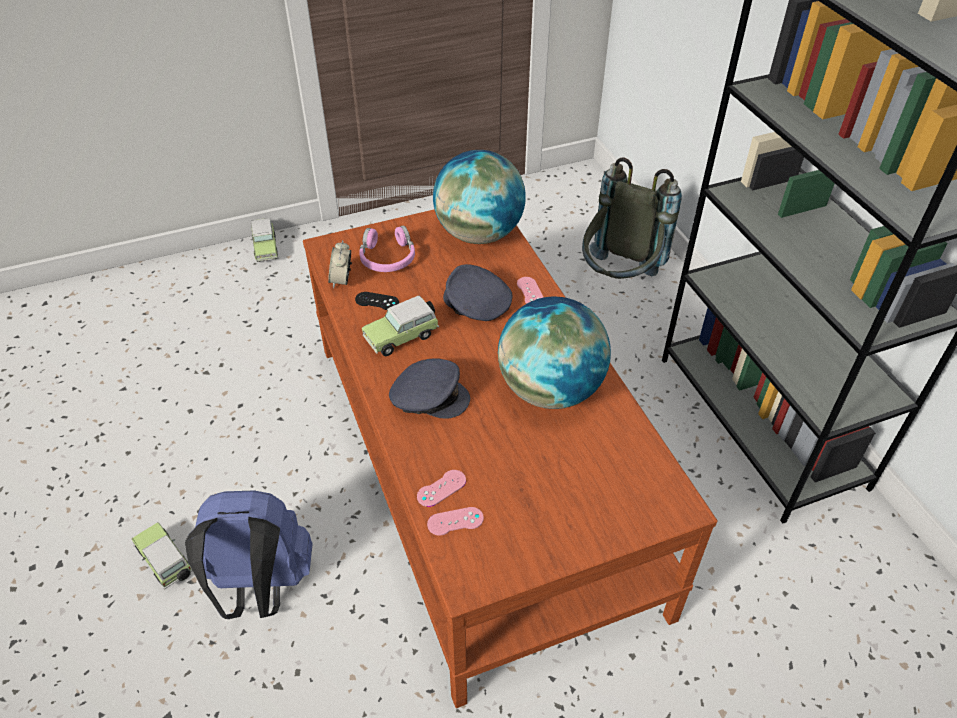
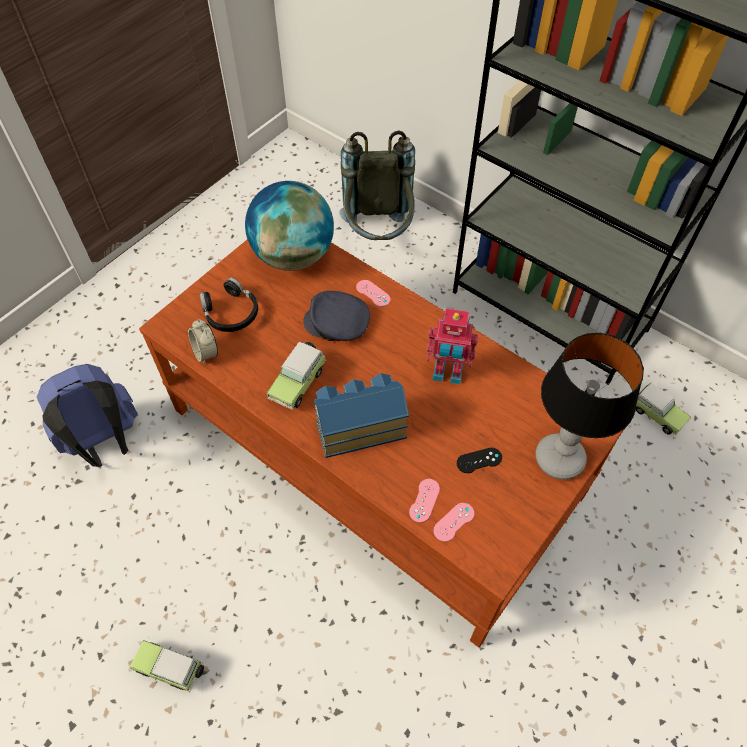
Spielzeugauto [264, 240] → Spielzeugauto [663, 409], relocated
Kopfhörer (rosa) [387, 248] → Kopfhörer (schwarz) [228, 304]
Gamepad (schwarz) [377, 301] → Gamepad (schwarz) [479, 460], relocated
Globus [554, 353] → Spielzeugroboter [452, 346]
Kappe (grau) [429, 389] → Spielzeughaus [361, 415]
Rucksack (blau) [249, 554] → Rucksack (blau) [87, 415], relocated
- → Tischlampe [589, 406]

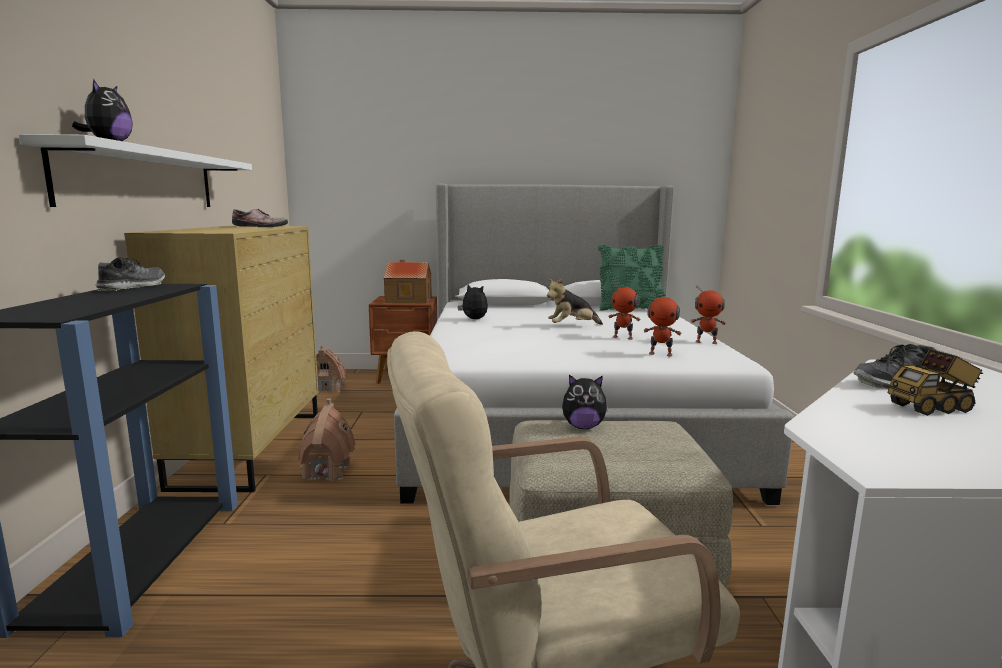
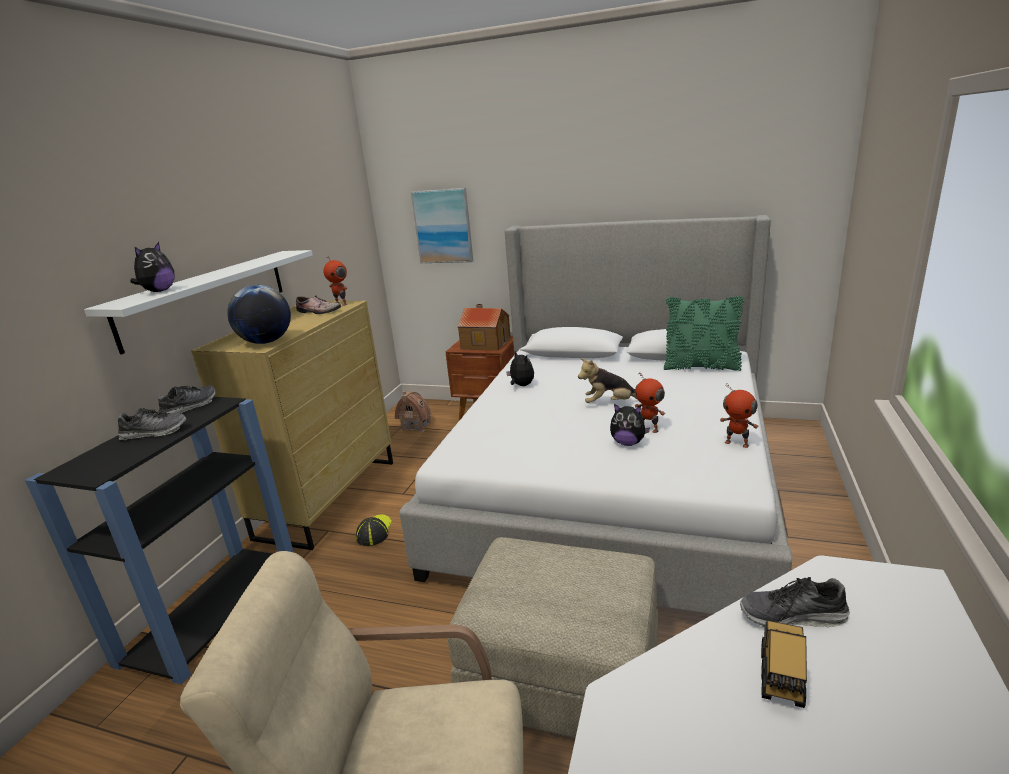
Spielzeugroboter [663, 323] → Spielzeugroboter [335, 281], relocated
Spielzeuglaster [935, 382] → Spielzeuglaster [784, 664], 105 degrees clockwise
Plüschtier [585, 402] → Plüschtier [630, 425], relocated
Spielzeughaus [326, 439] → Kappe [374, 530]
- → Bild [442, 225]
- → Globus [259, 314]
- → Schuh [152, 424]

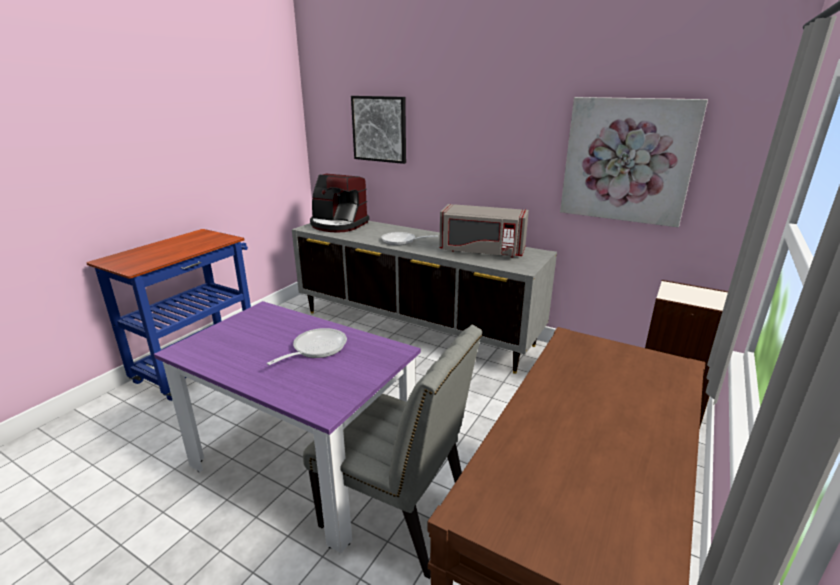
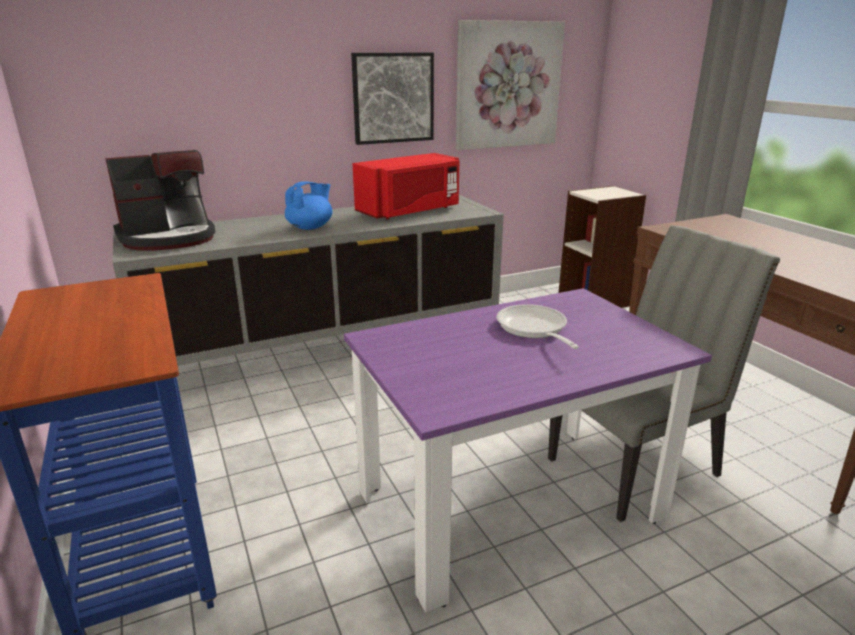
Bild [378, 130] → Bild [392, 98], relocated
Mikrowelle (grau) [484, 230] → Mikrowelle (rot) [406, 186]
Pfanne [409, 238] → Teekanne (blau) [309, 205]

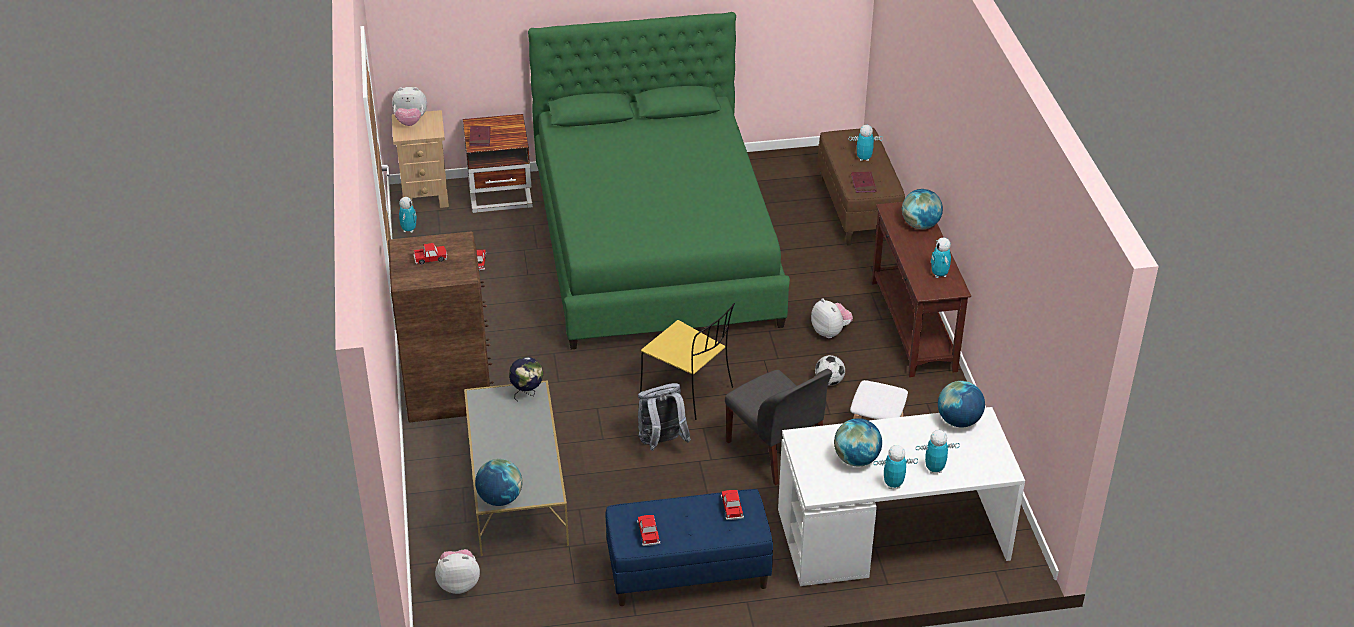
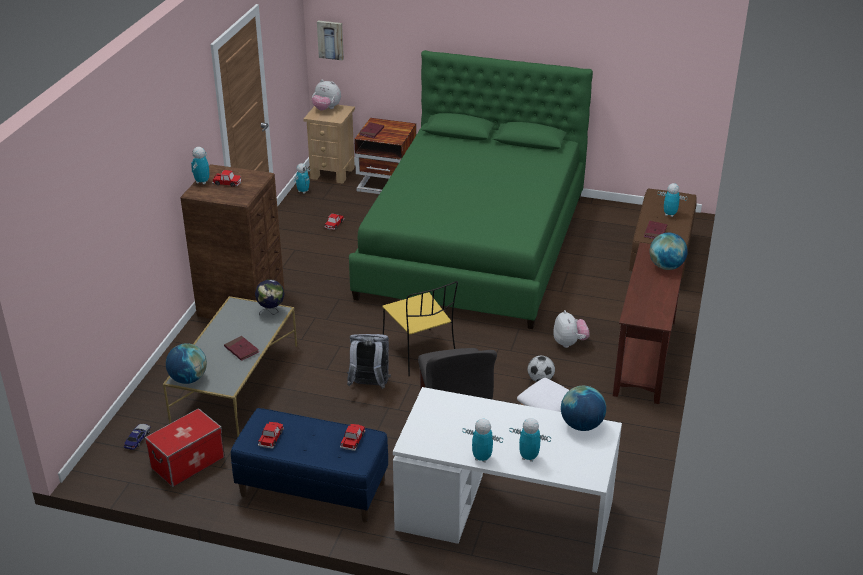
Spielzeugroboter [941, 257] → Spielzeugroboter [200, 165], relocated
Globus [858, 442] → -
Plüschtier [457, 571] → Spielzeugauto [137, 437]
- → Bild [330, 41]
- → Buch (rot) [241, 348]
- → Aufbewahrungsbox [185, 447]

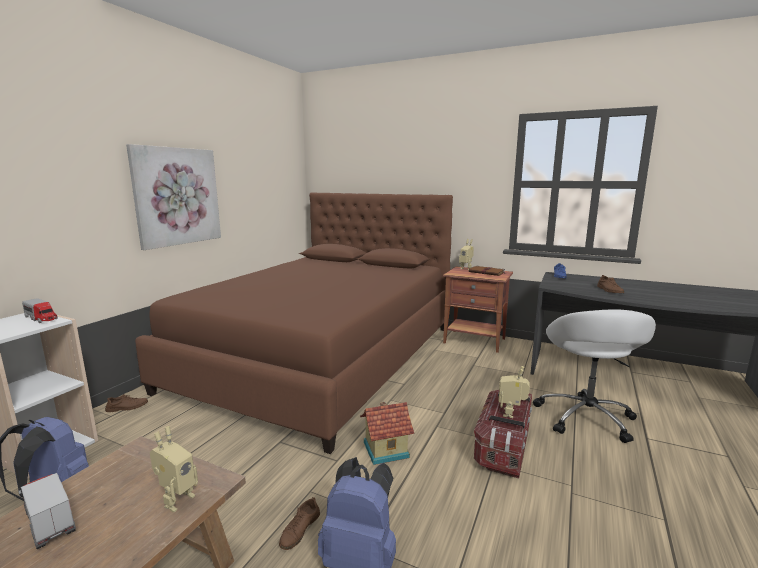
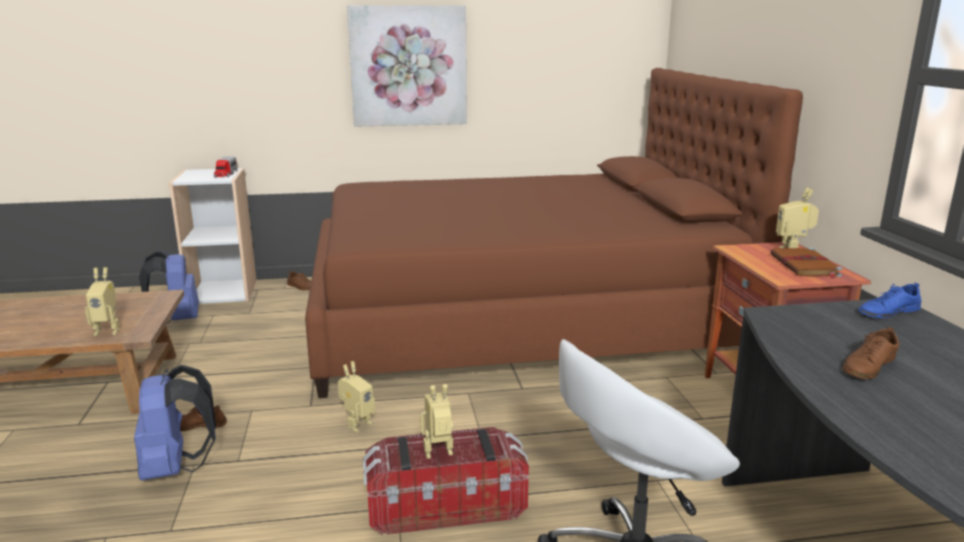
Spielzeughaus [387, 433] → Spielzeugroboter [356, 397]
Spielzeuglaster [47, 511] → -

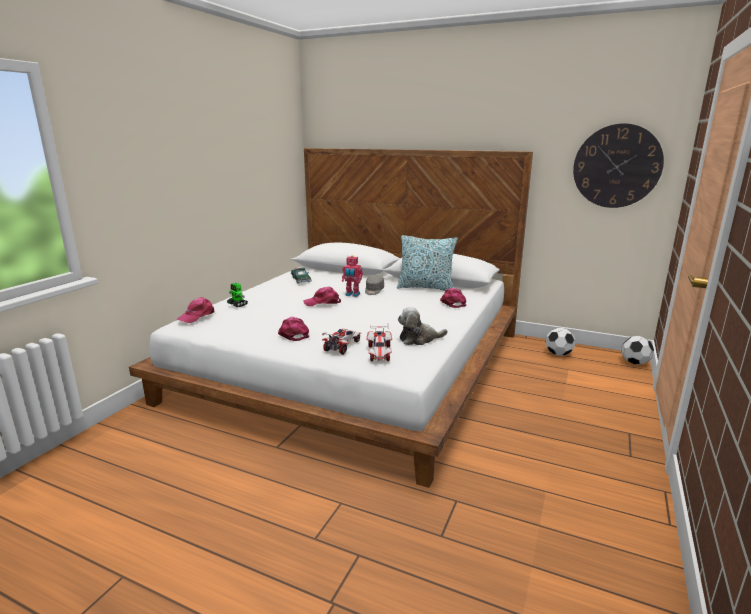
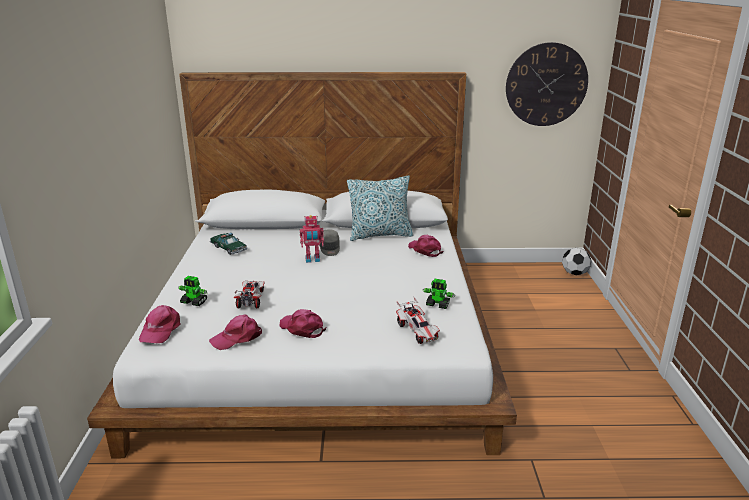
Kappe (rosa) [322, 296] → Kappe (rosa) [235, 332], relocated
Plüschtier [423, 326] → Spielzeugroboter [439, 294]
Fußball [561, 342] → -
Spielzeugauto [341, 342] → Spielzeugauto [249, 294], relocated

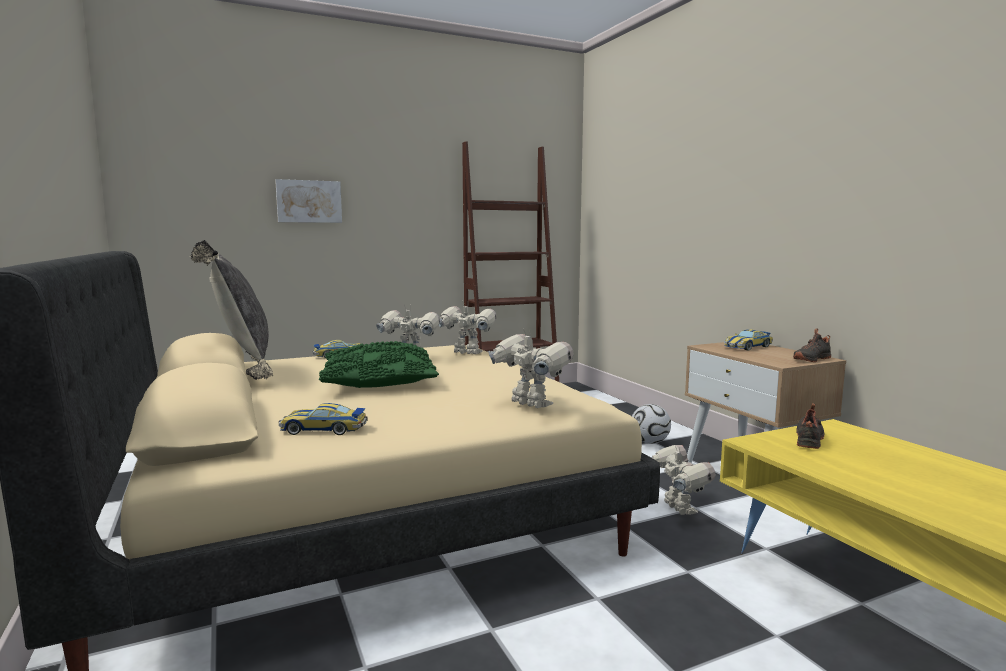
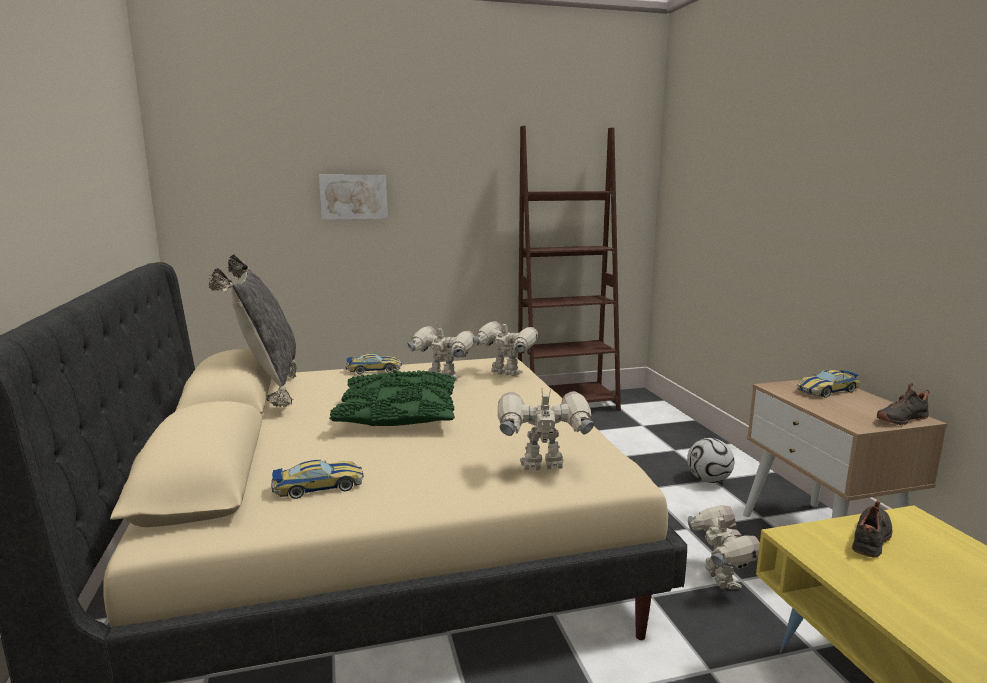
Spielzeugroboter [531, 368] → Spielzeugroboter [546, 428], 60 degrees counterclockwise
Spielzeugauto [323, 419] → Spielzeugauto [317, 479], 150 degrees clockwise

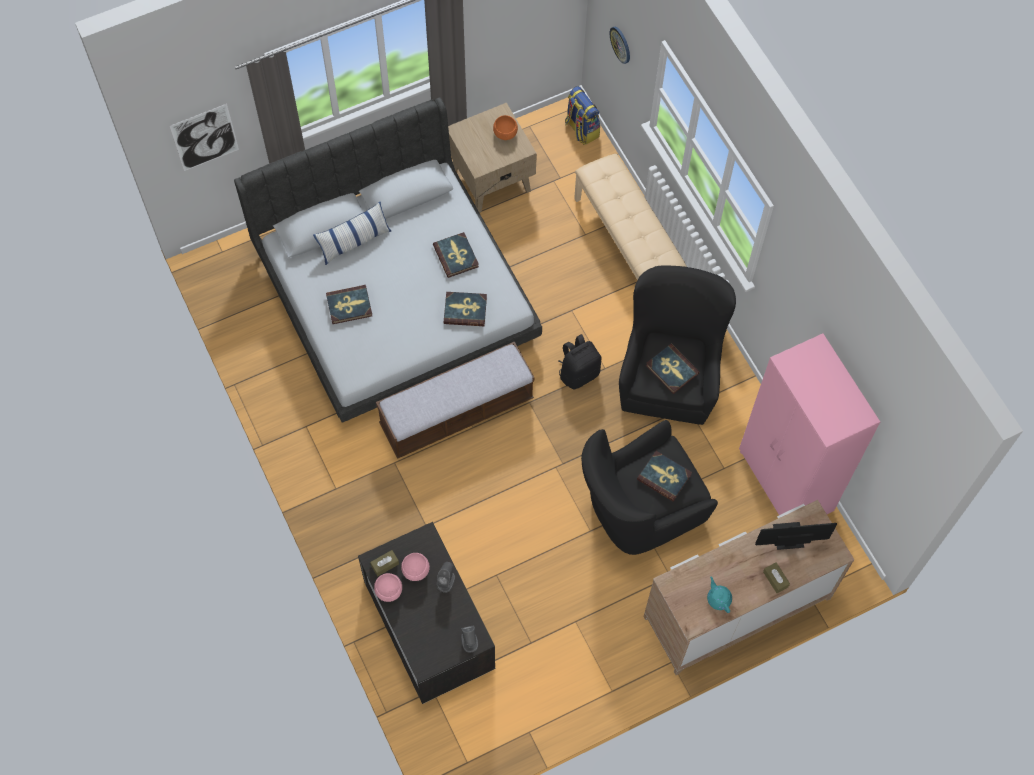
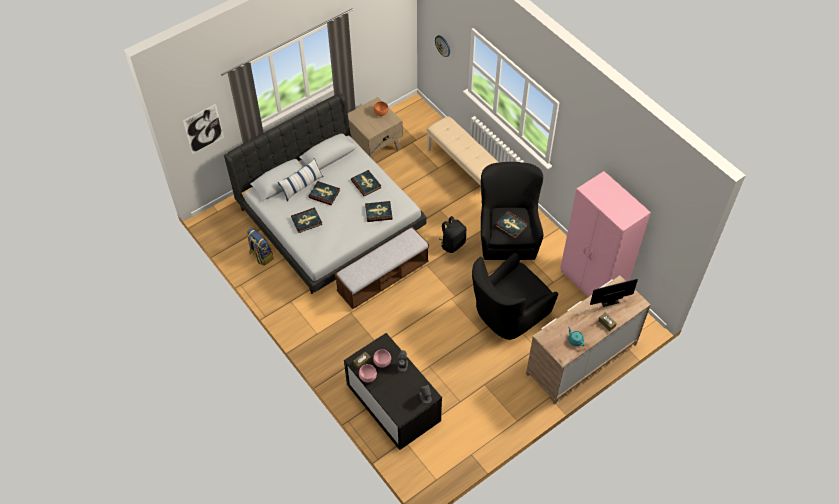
Rucksack [582, 115] → Rucksack [260, 247], relocated
Buch [664, 476] → Buch [324, 193], relocated

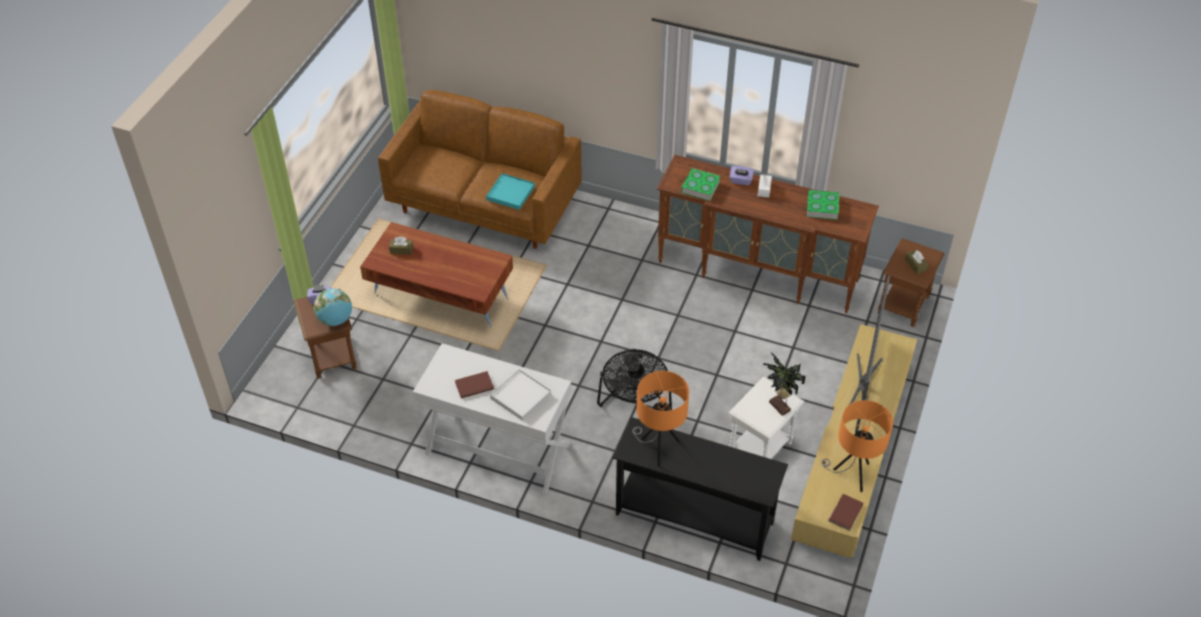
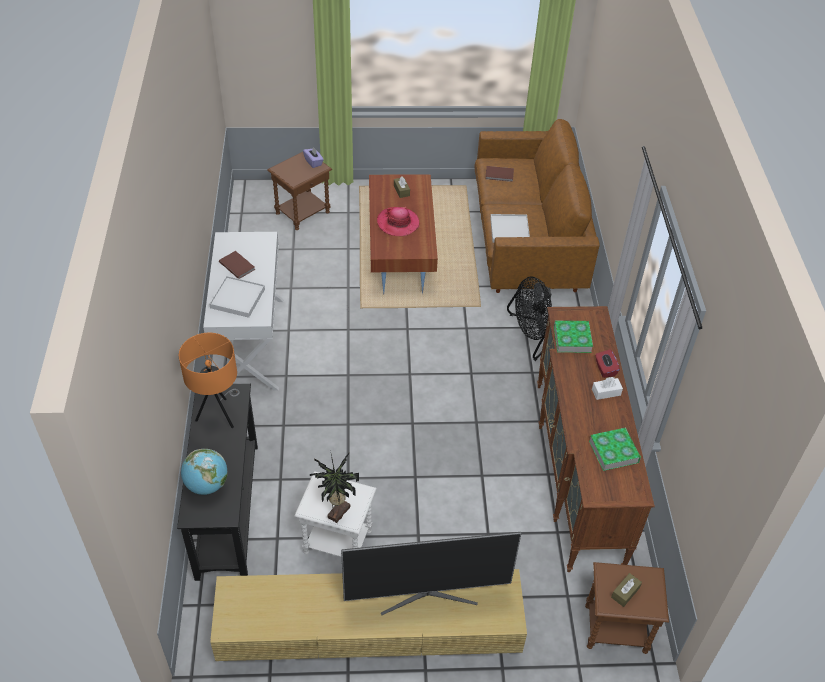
Taschentuchbox (lila) [742, 175] → Taschentuchbox (rot) [607, 363]
Tablett (türkis) [510, 191] → Tablett (weiß) [510, 228]
Globus [333, 307] → Globus [204, 472], relocated
Ventilator (schwarz) [634, 378] → Ventilator (schwarz) [529, 318], relocated
Tischlampe (orange) [857, 446] → -
Buch (braun) [846, 512] → Buch (braun) [499, 174], relocated
- → Hut [398, 221]

